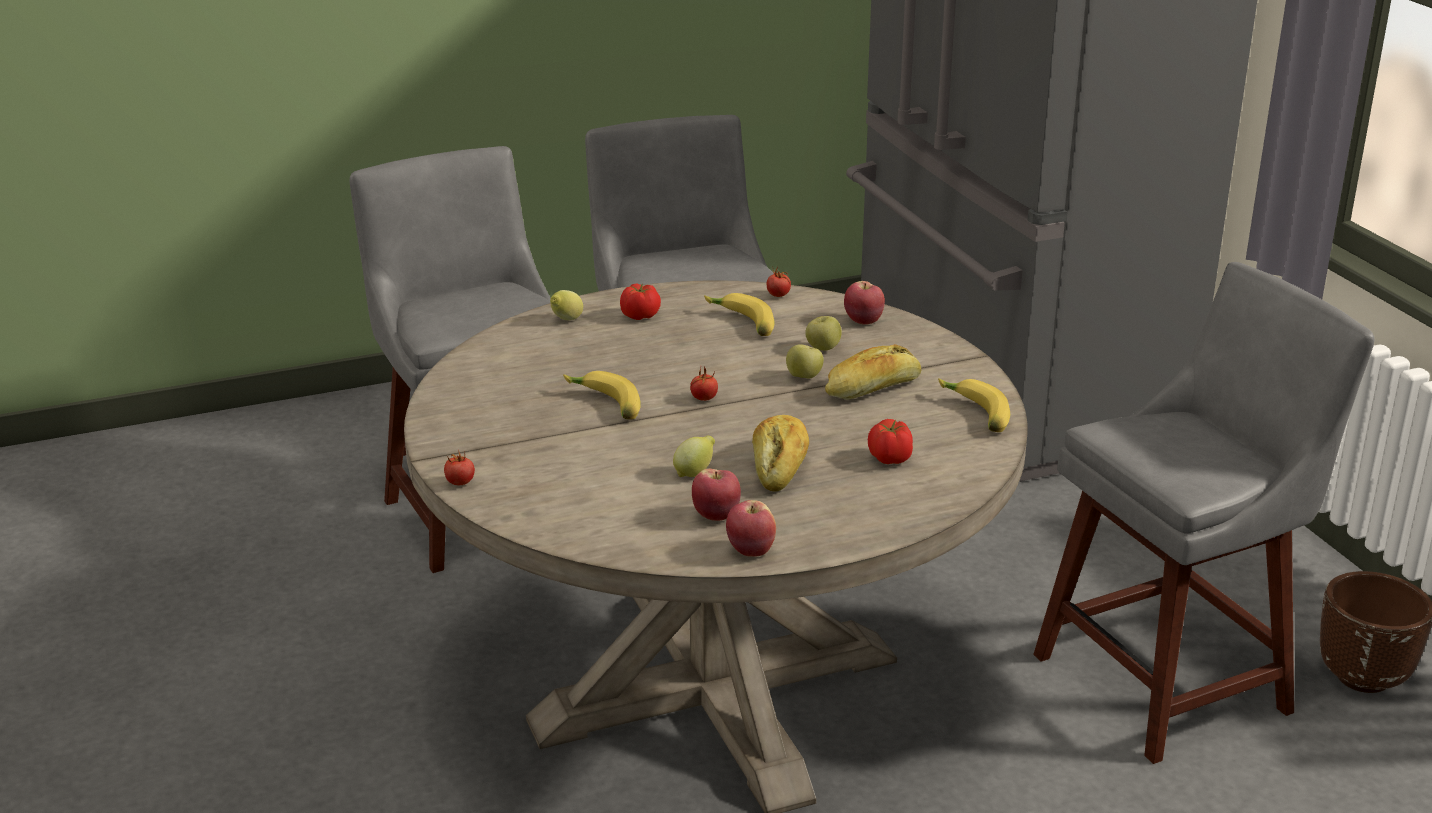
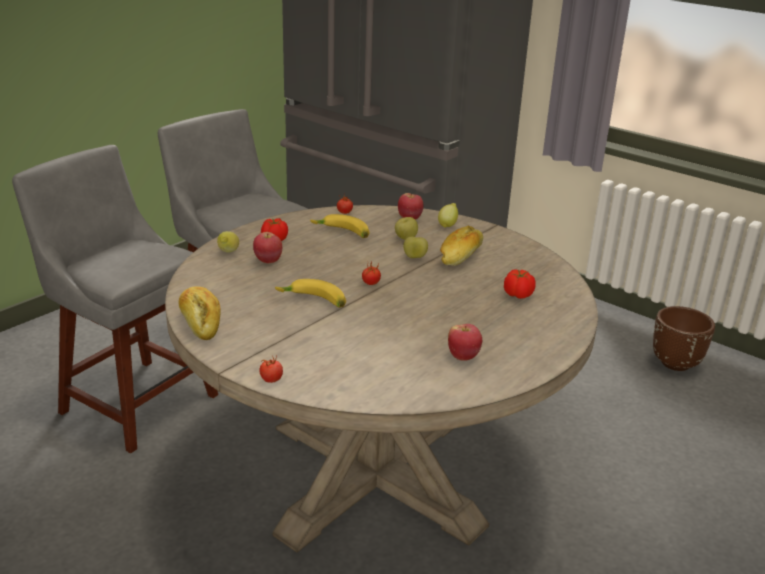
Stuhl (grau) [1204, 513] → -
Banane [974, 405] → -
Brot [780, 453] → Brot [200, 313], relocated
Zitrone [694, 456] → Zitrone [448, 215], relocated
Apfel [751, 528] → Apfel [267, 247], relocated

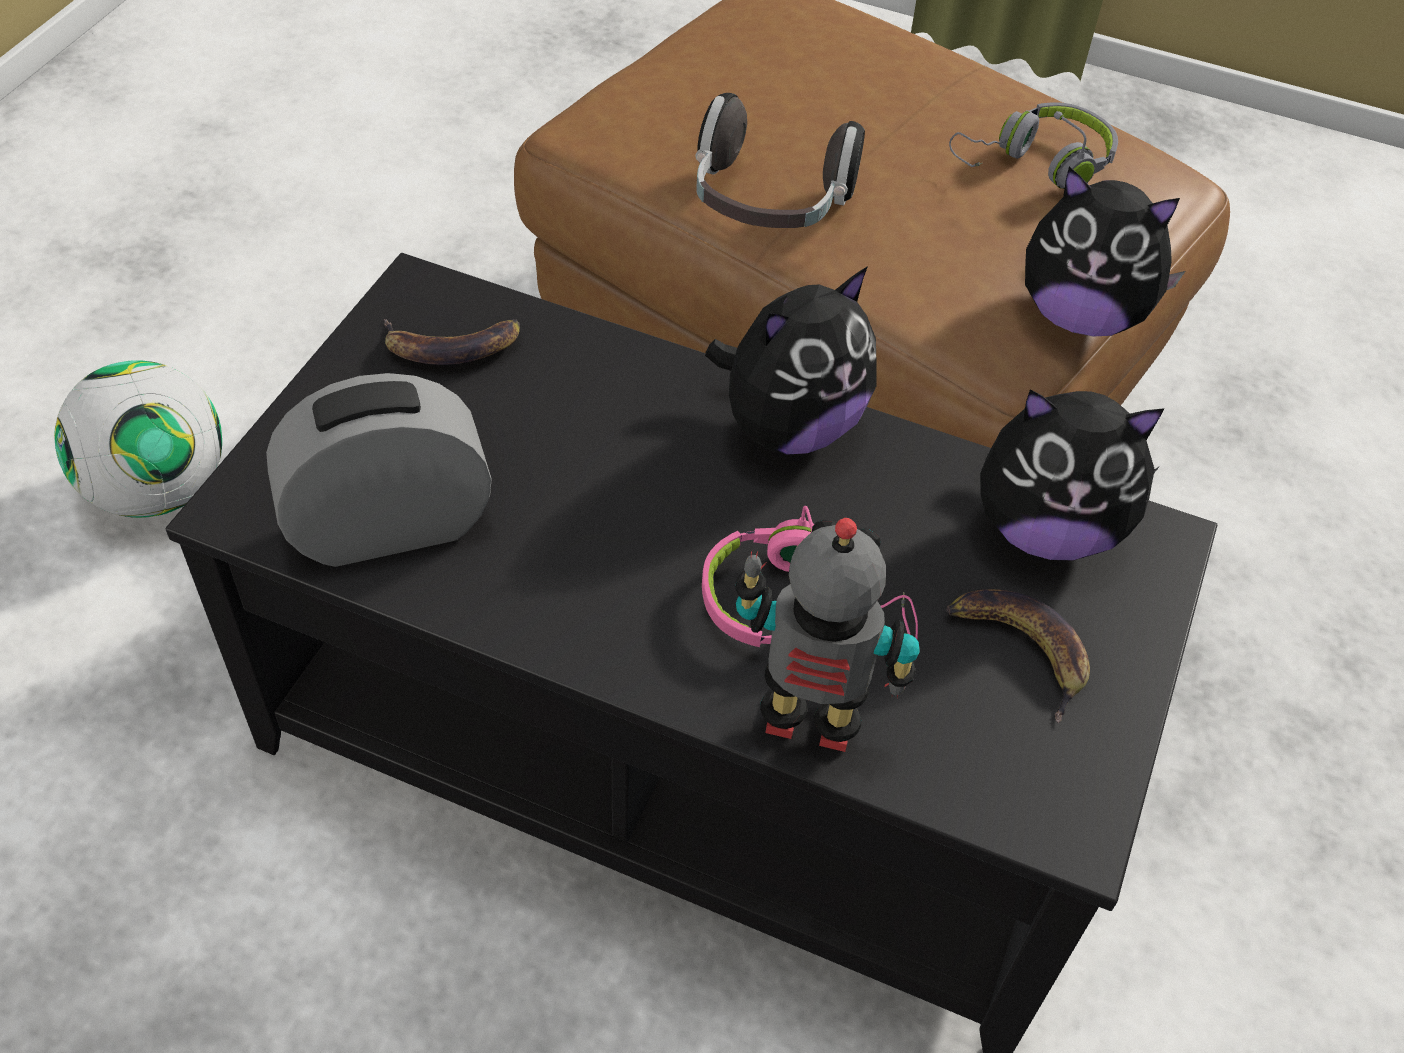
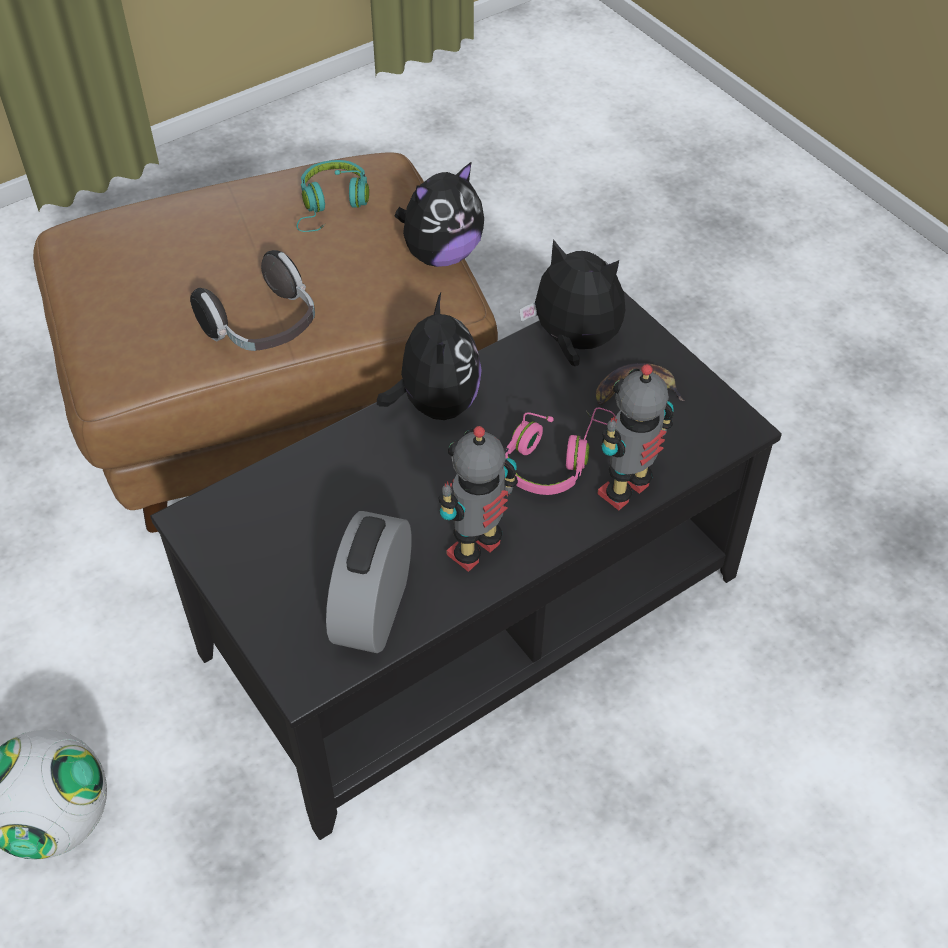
Kopfhörer (grau) [1033, 145] → Kopfhörer (türkis) [332, 196]
Banane [452, 342] → -
Plüschtier [1072, 474] → Plüschtier [572, 302], 105 degrees counterclockwise
- → Spielzeugroboter [478, 499]

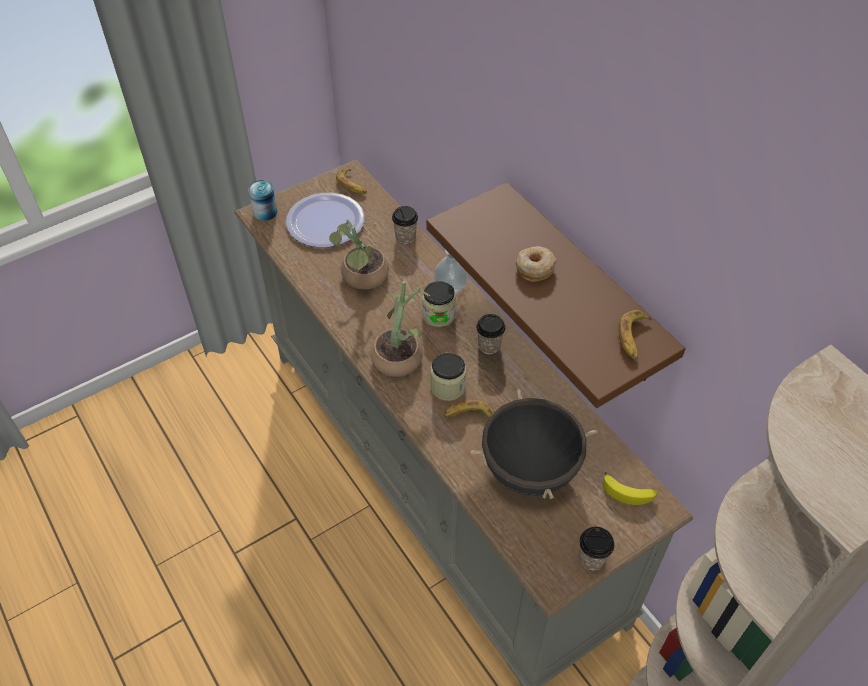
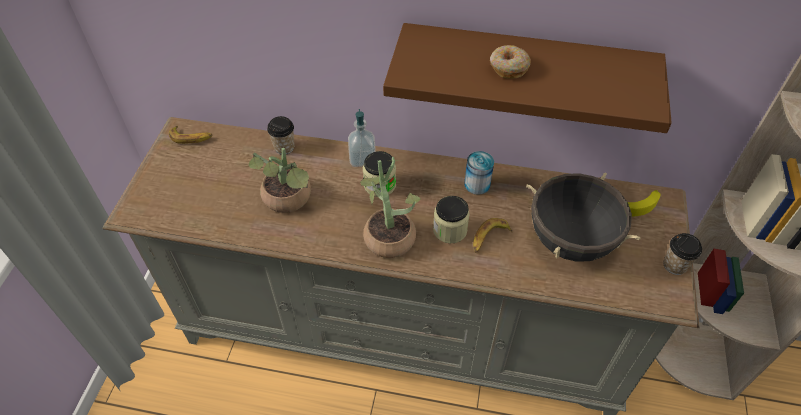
Dose [262, 200] → Dose [479, 173], relocated
Teller [325, 220] → -
Banane [635, 335] → -
Tasse [490, 334] → -

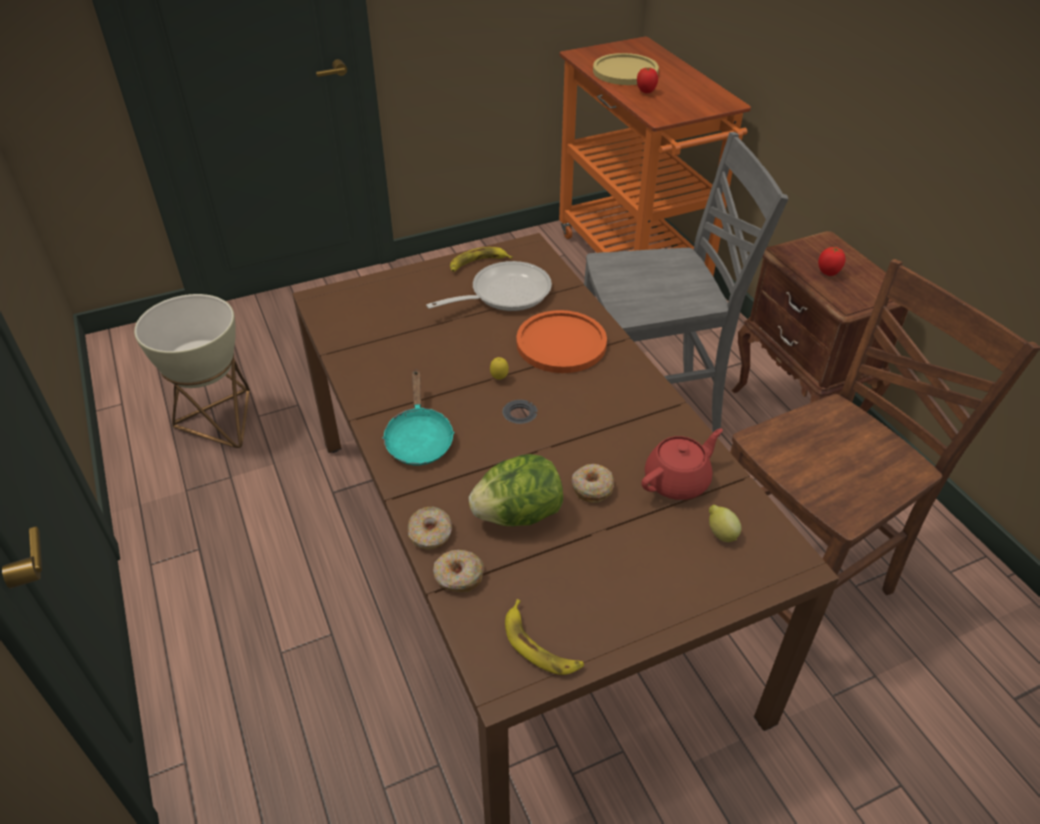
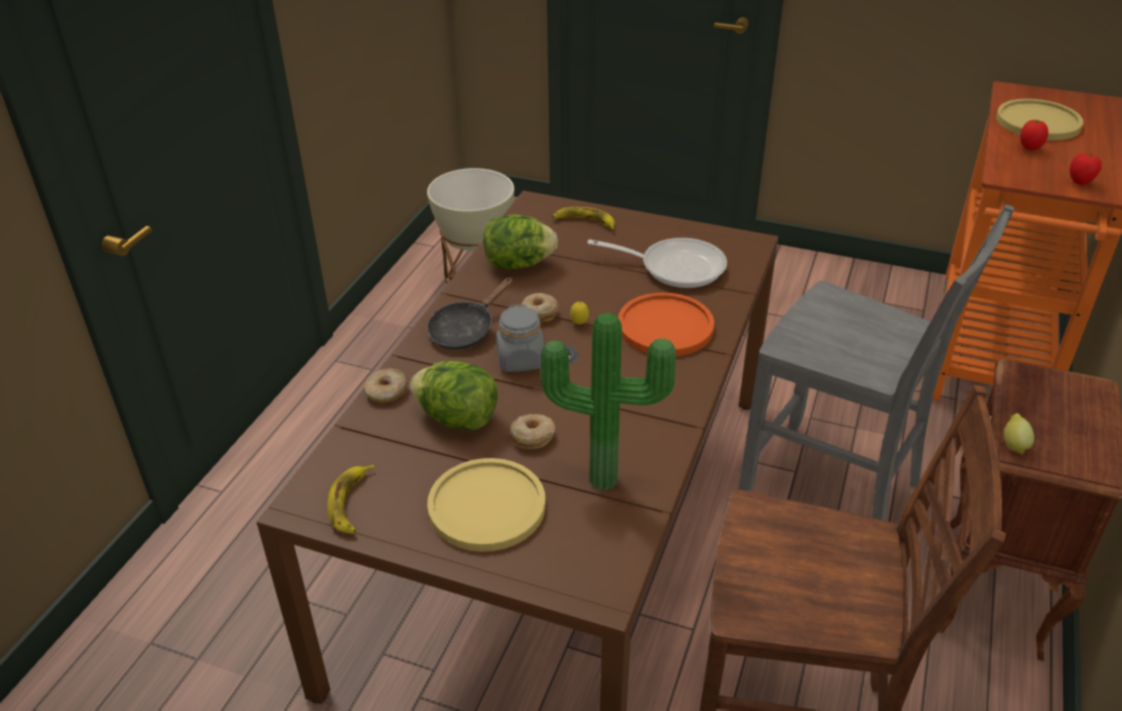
Banane [481, 259] → Banane [583, 218], relocated
Tomate [832, 261] → Tomate [1086, 169], relocated
Pfanne (türkis) [418, 417] → Pfanne (schwarz) [470, 313]
Teekanne (rot) [682, 464] → Topfpflanze [608, 402]
Zitrone [725, 523] → Zitrone [1019, 433], relocated
Donut [458, 571] → Donut [540, 308], relocated
- → Salatkopf [520, 241]
- → Vorratsglas (grau) [520, 338]
- → Teller (gelb) [486, 505]

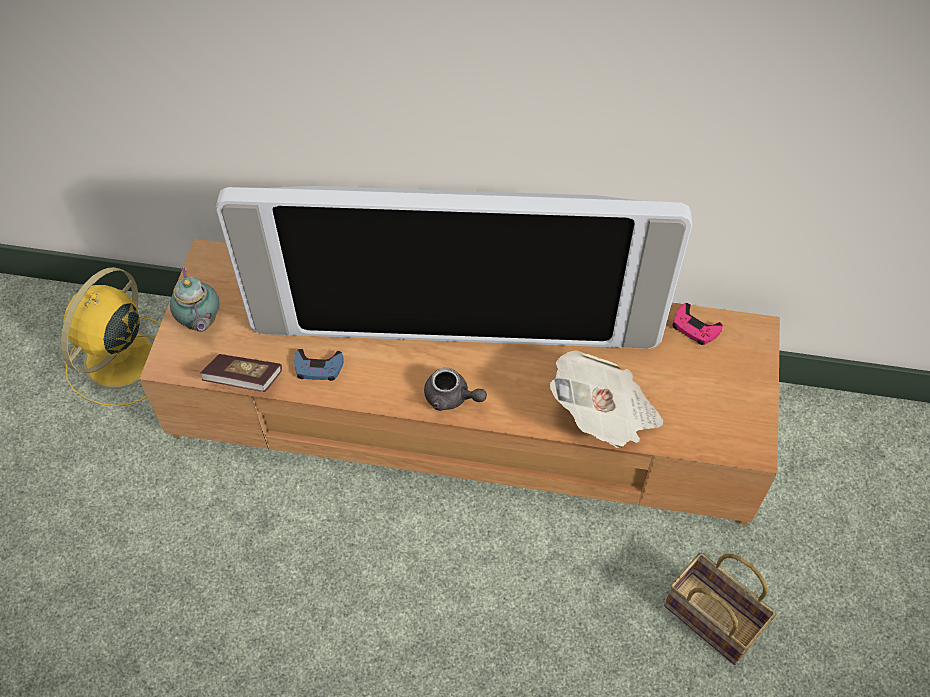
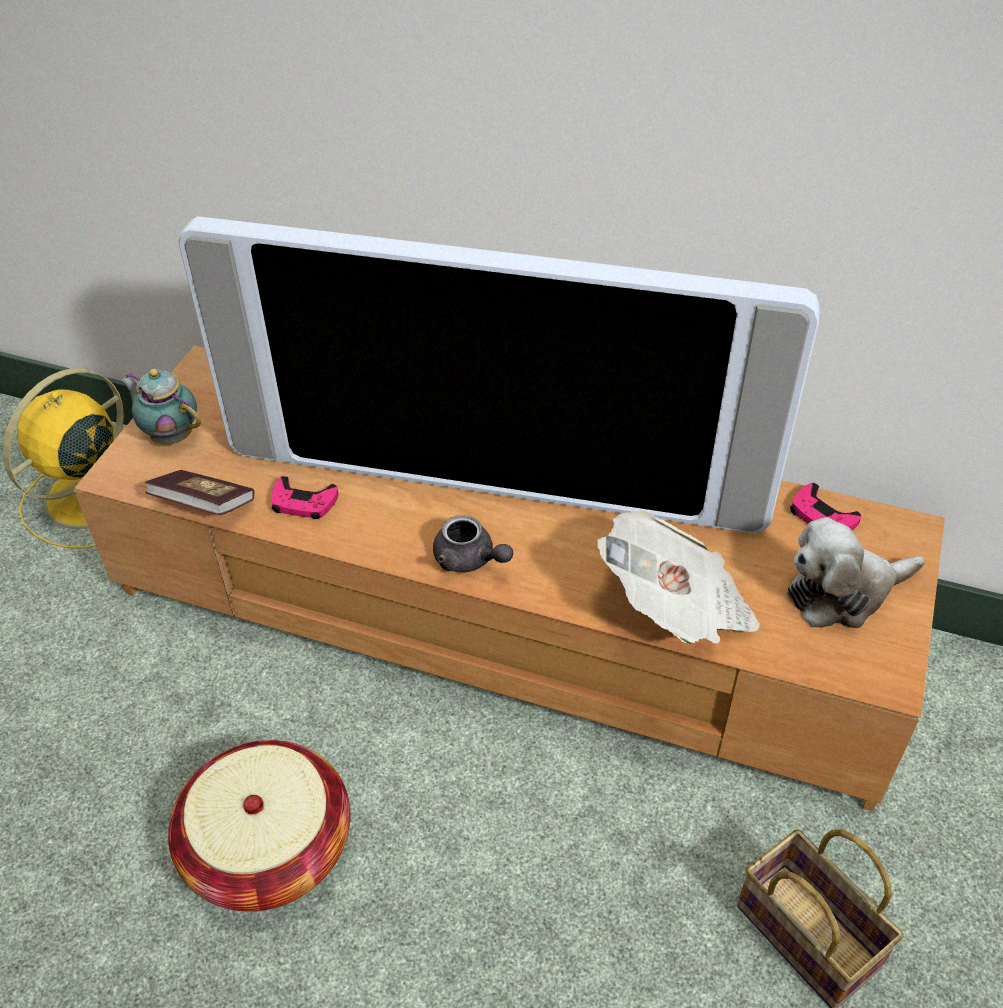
Teekanne [194, 299] → Teekanne [160, 407], 135 degrees clockwise
Gamepad (blau) [318, 365] → Gamepad (rosa) [304, 497]
- → Plüschtier [856, 572]
- → Korb [259, 826]

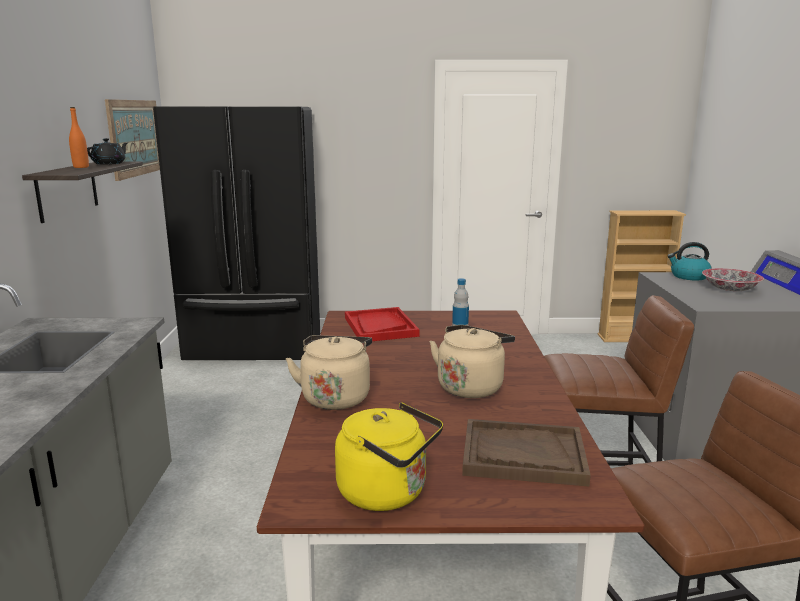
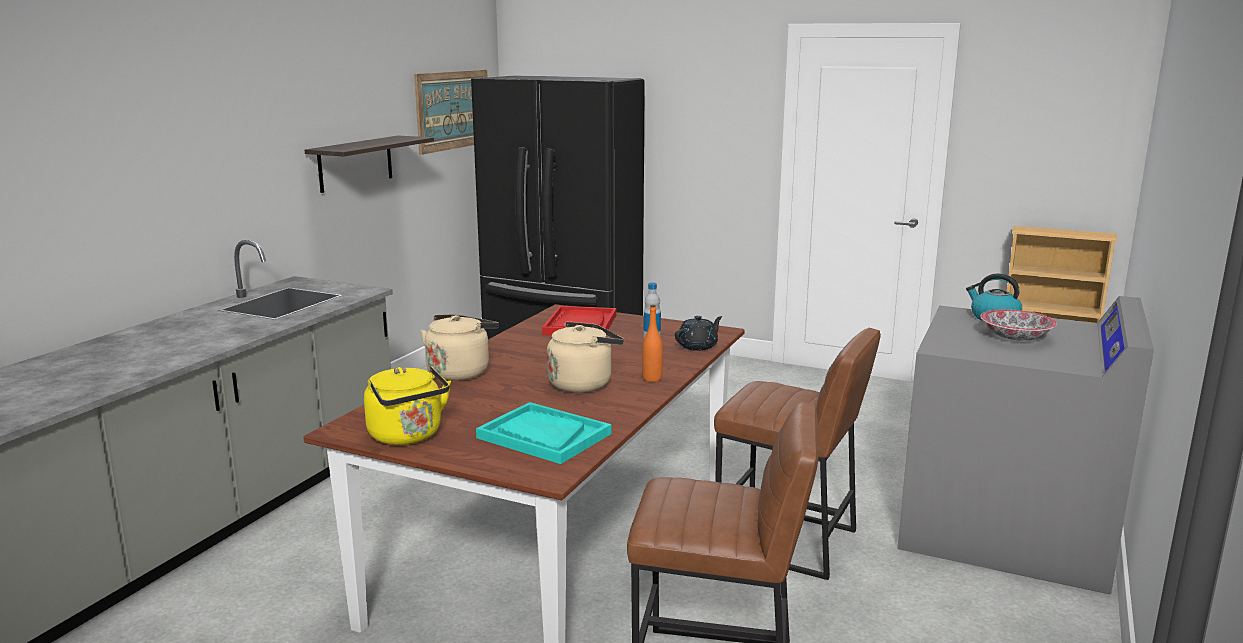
Flasche (orange) [79, 137] → Flasche (orange) [652, 343], relocated
Teekanne (schwarz) [107, 151] → Teekanne (schwarz) [699, 333], relocated
Tablett (braun) [526, 452] → Tablett (türkis) [543, 433]

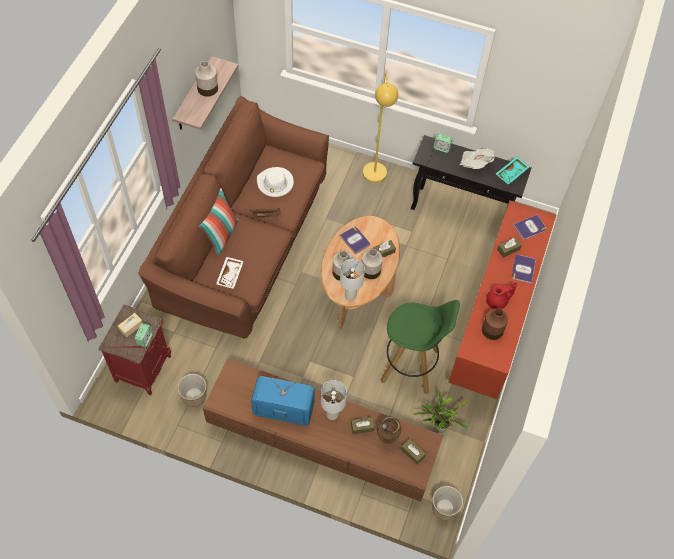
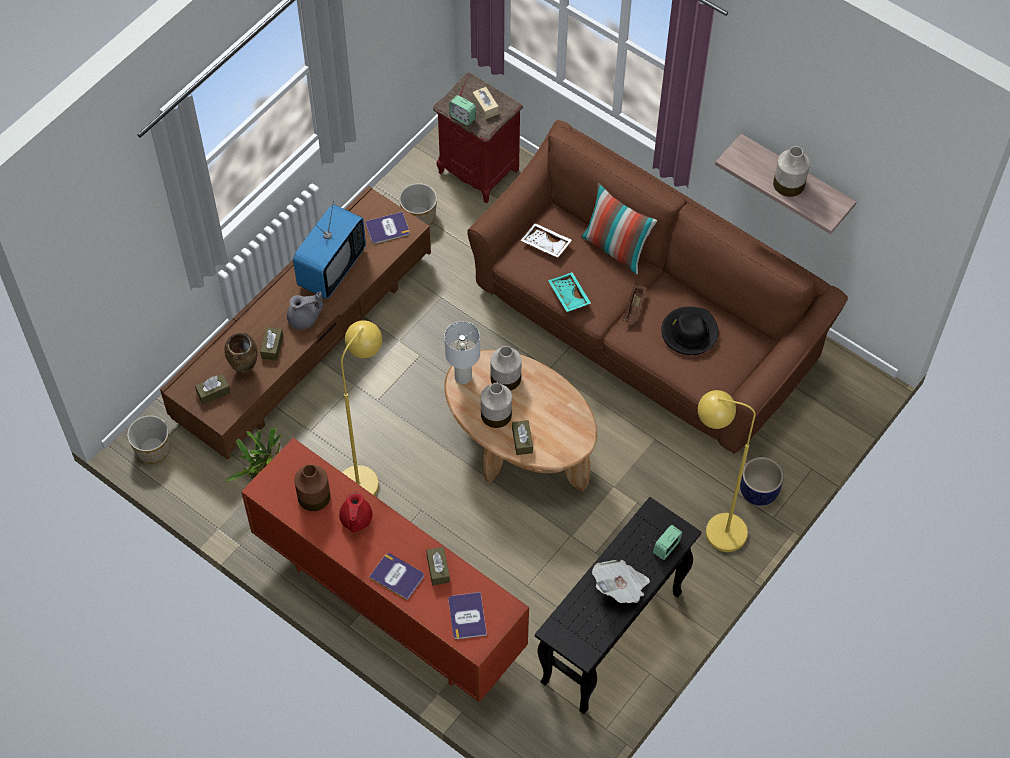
Tablett (türkis) [512, 171] → Tablett (türkis) [569, 292], relocated
Hut (weiß) [275, 182] → Hut (schwarz) [690, 331]
Buch [355, 241] → Buch [387, 228], relocated
Hocker (grün) [420, 347] → Stehlampe (gelb) [361, 408]
Tischlampe (weiß) [334, 400] → Teekanne (grau) [305, 311]
- → Pflanzkübel [762, 481]

